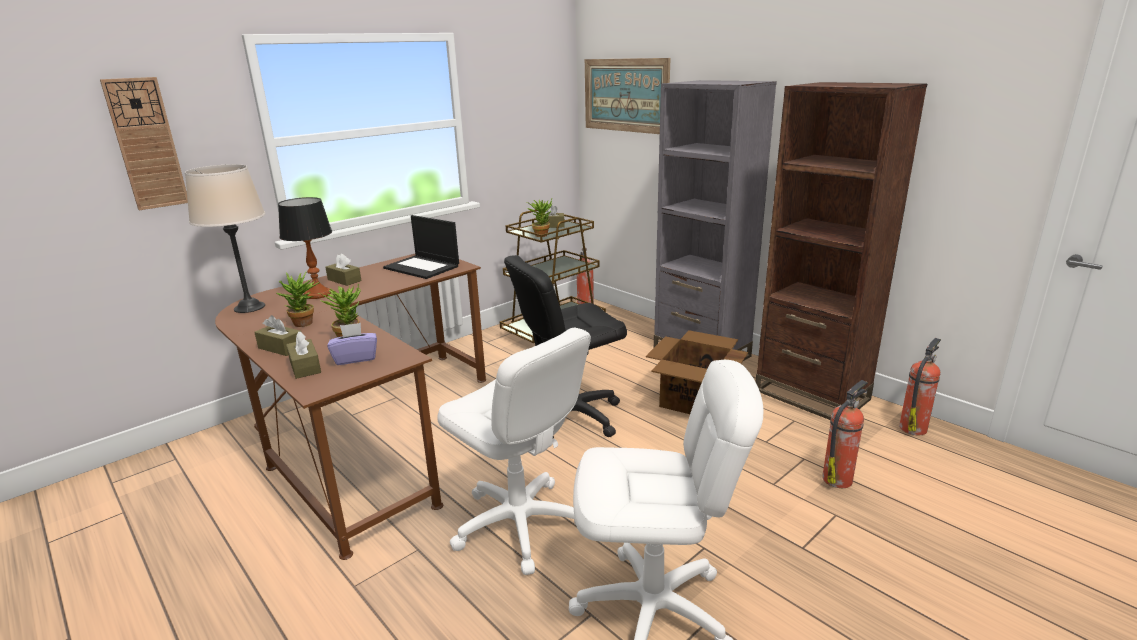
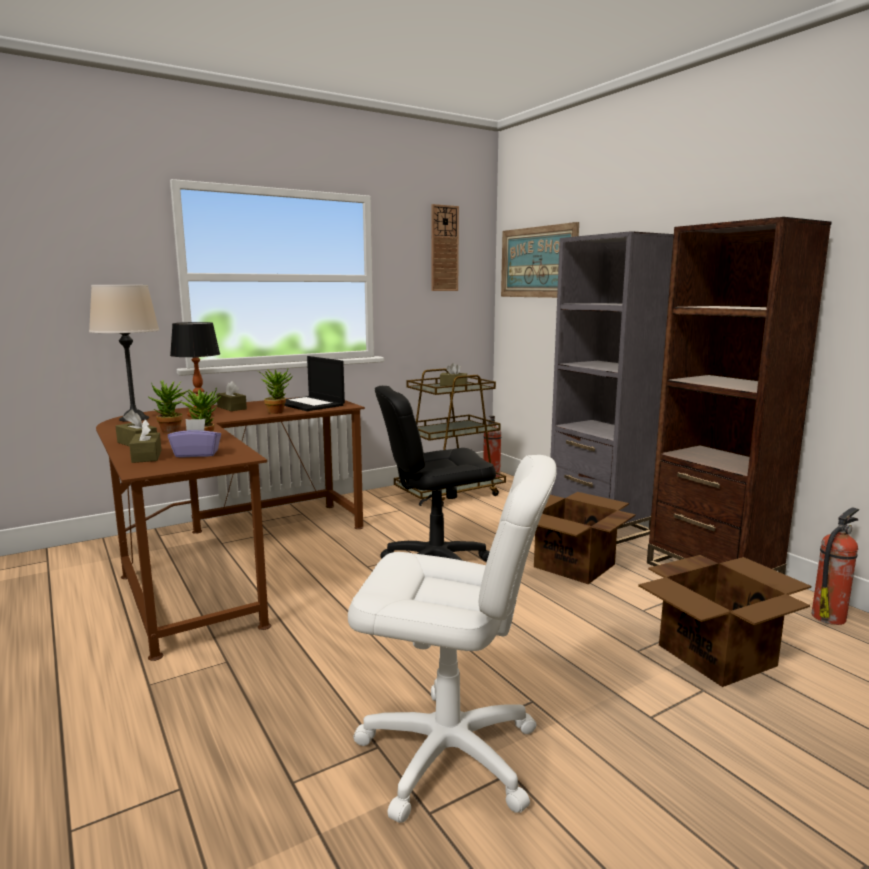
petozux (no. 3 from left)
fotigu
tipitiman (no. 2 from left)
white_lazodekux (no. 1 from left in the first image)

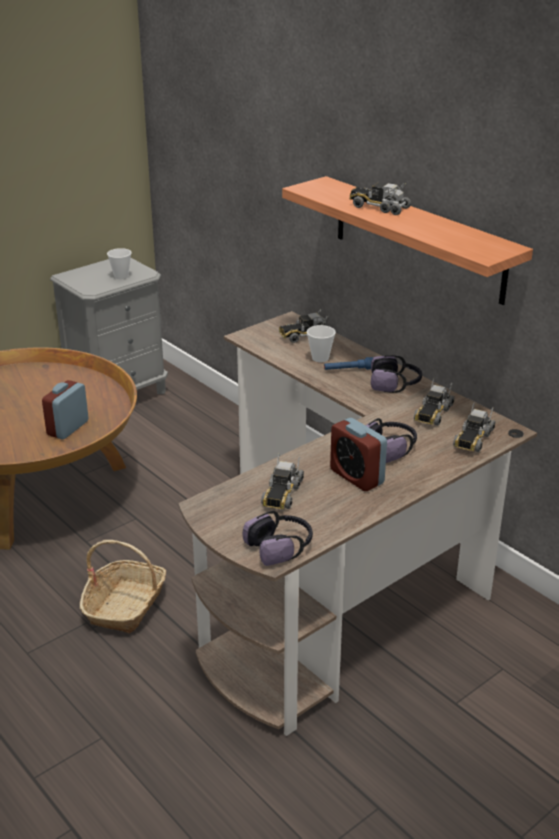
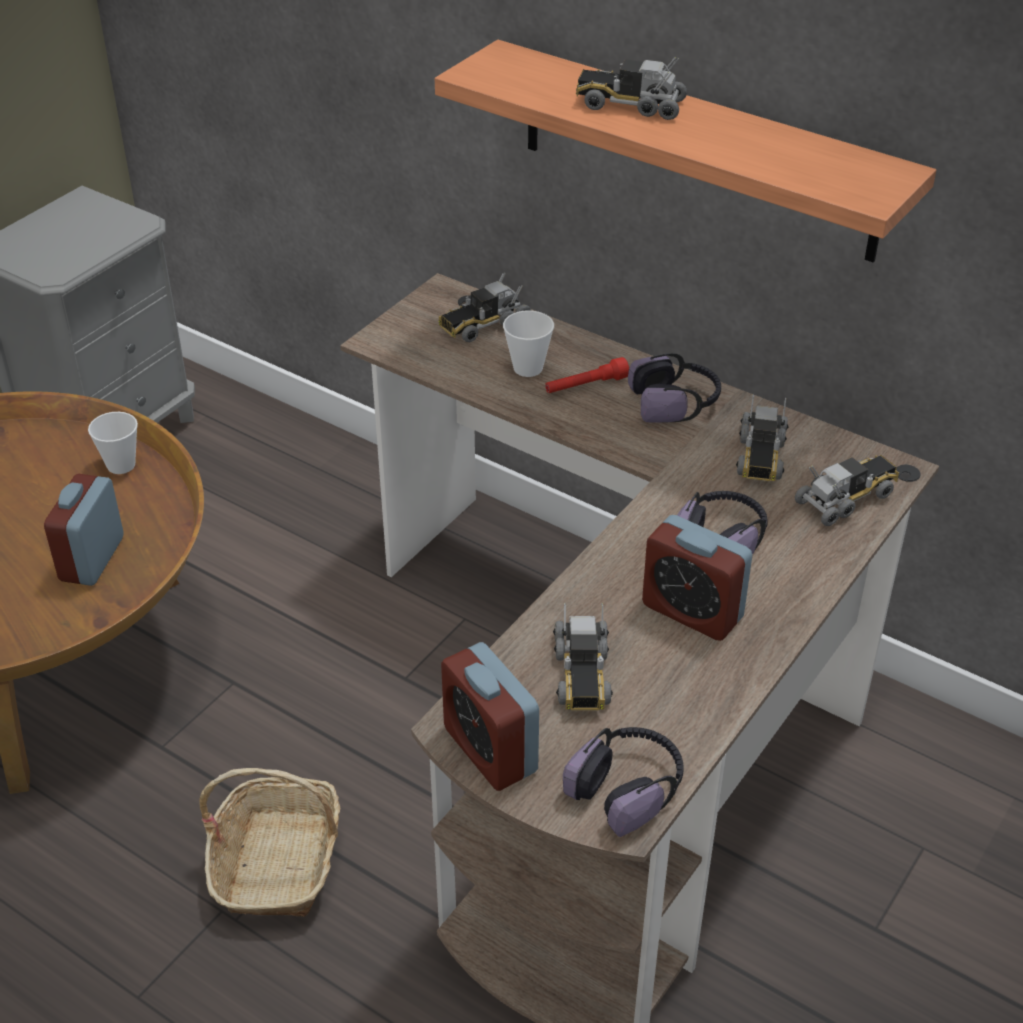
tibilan (no. 1 from left)
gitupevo (no. 2 from left)
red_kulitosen
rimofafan (no. 5 from left)

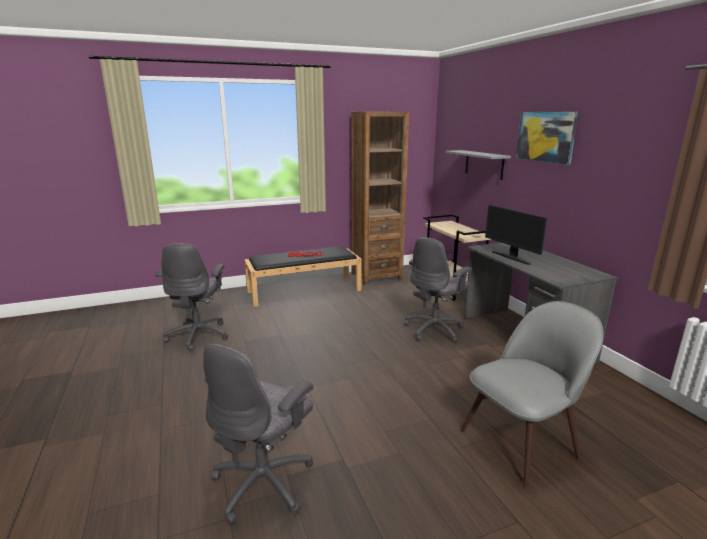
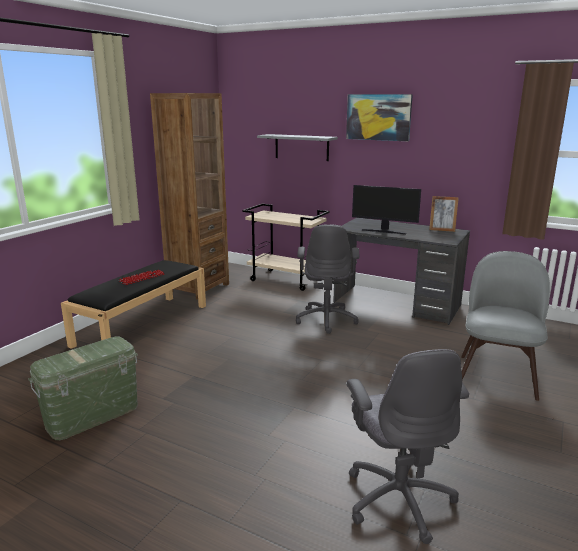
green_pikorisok
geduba

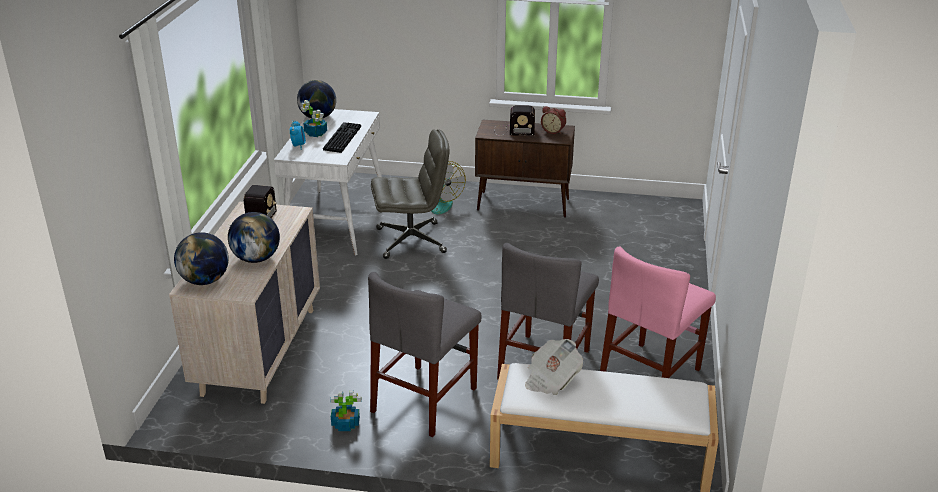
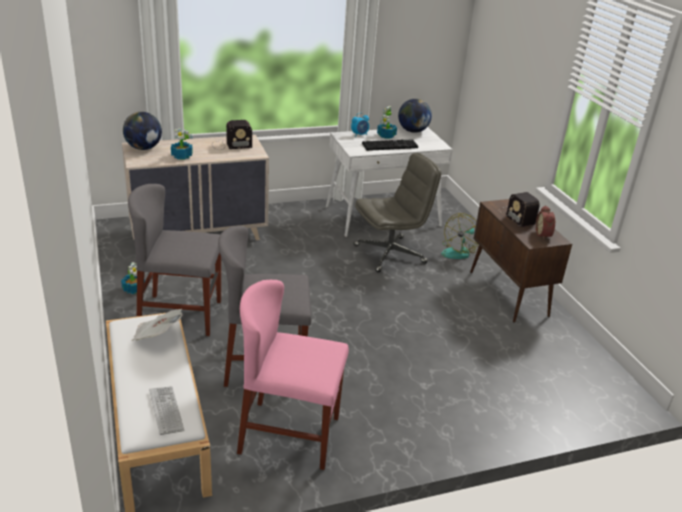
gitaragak (no. 1 from left)
petozux (no. 2 from left)
grey_lazodekux

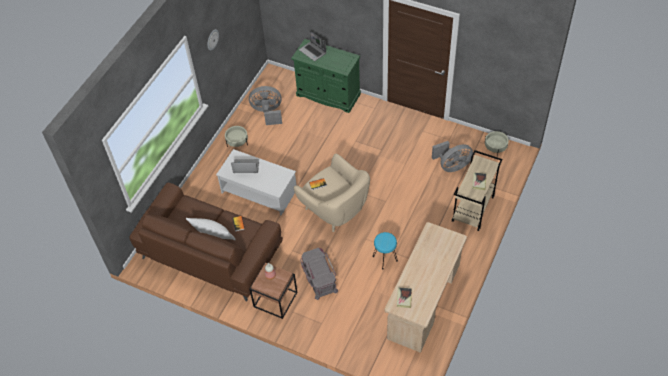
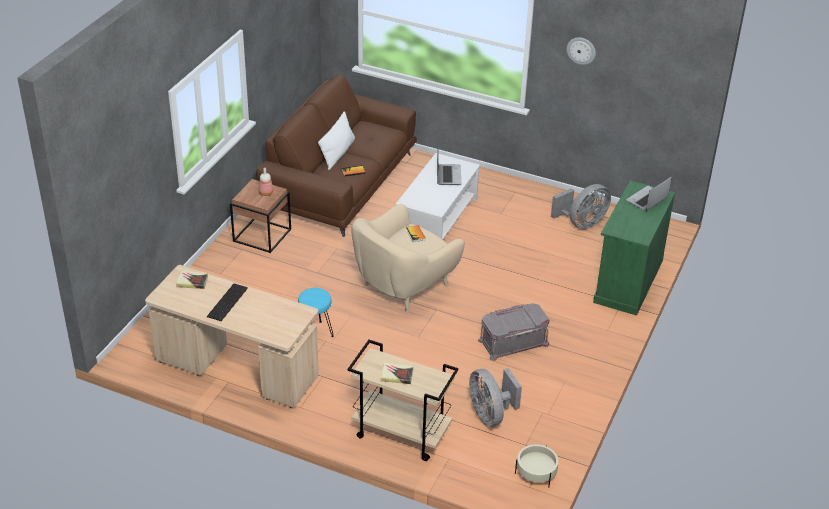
gitaragak
grey_pikorisok
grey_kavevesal (no. 2 from left)
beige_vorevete (no. 1 from left in the first image)

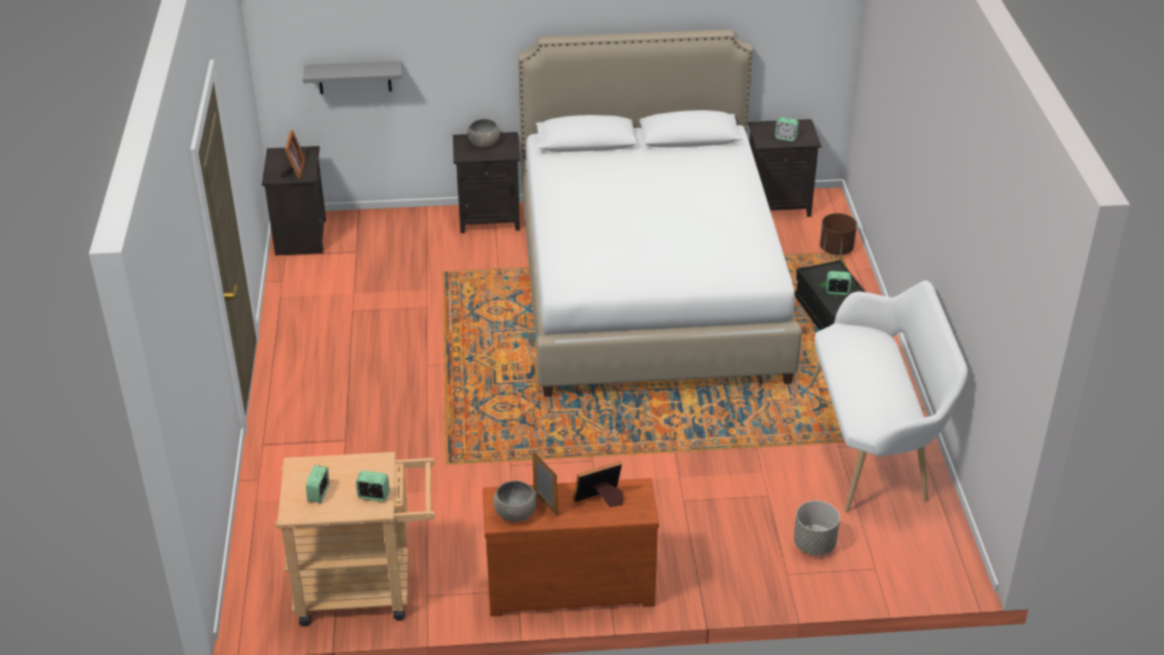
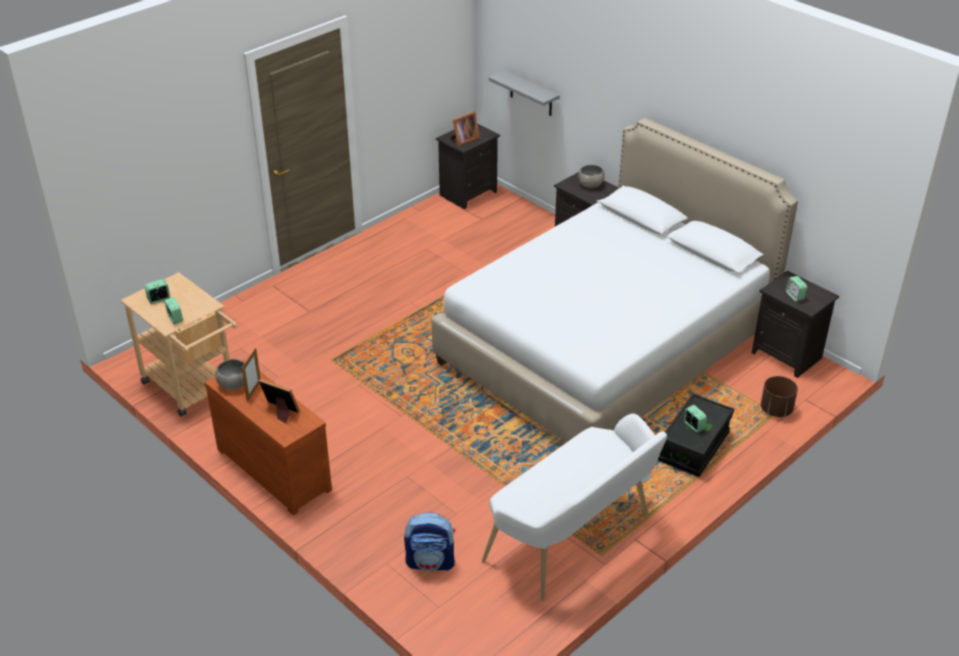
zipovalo

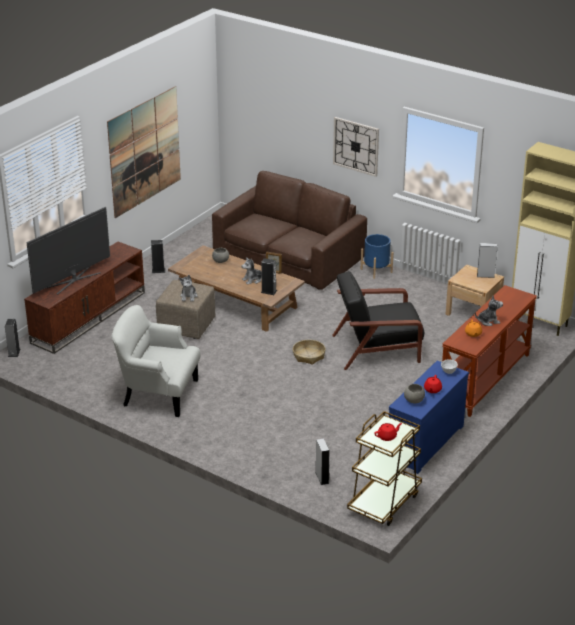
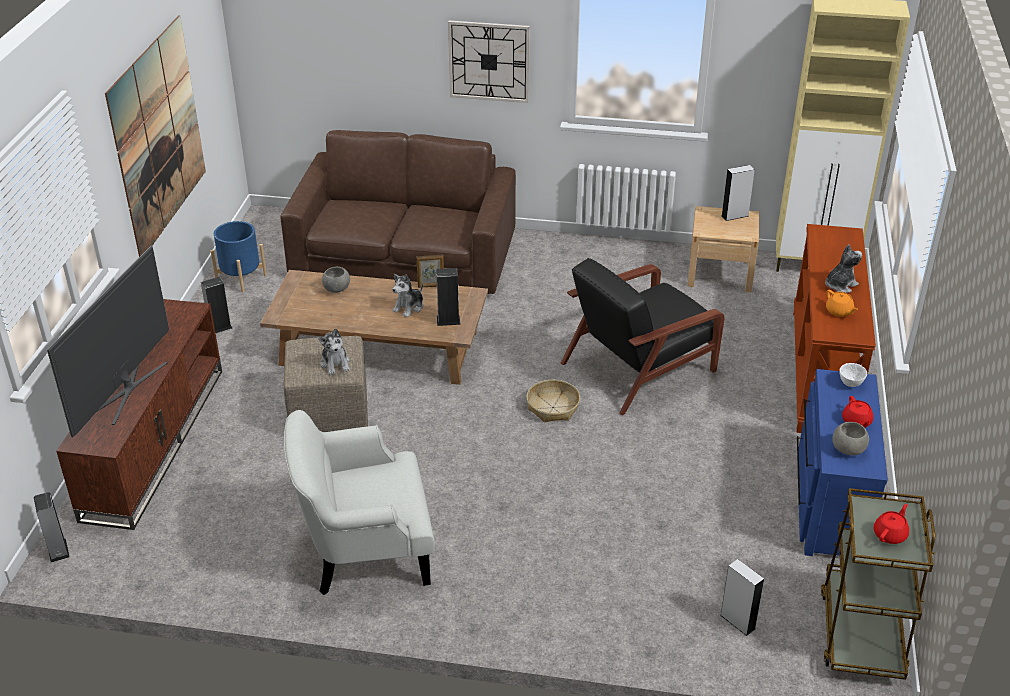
blue_vorevete

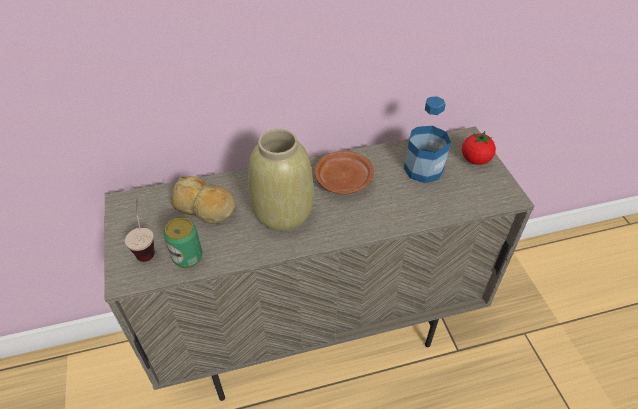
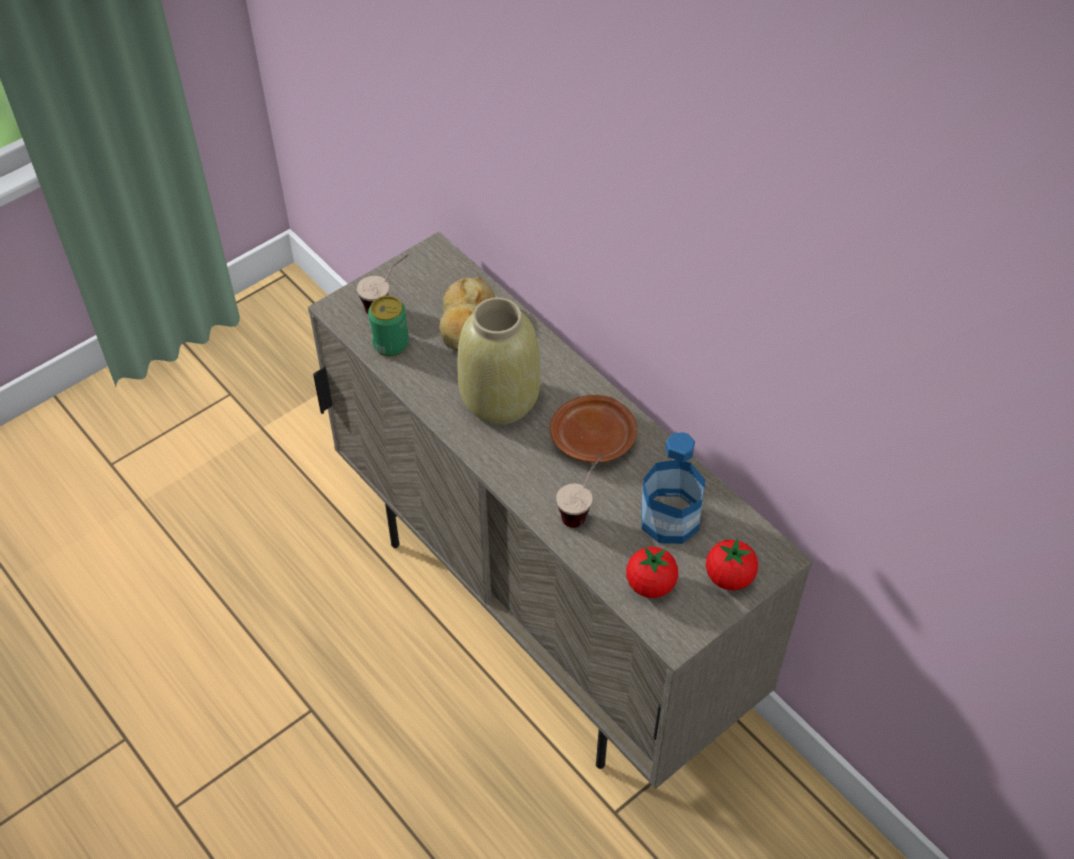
tibilan (no. 2 from left)
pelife (no. 1 from left)

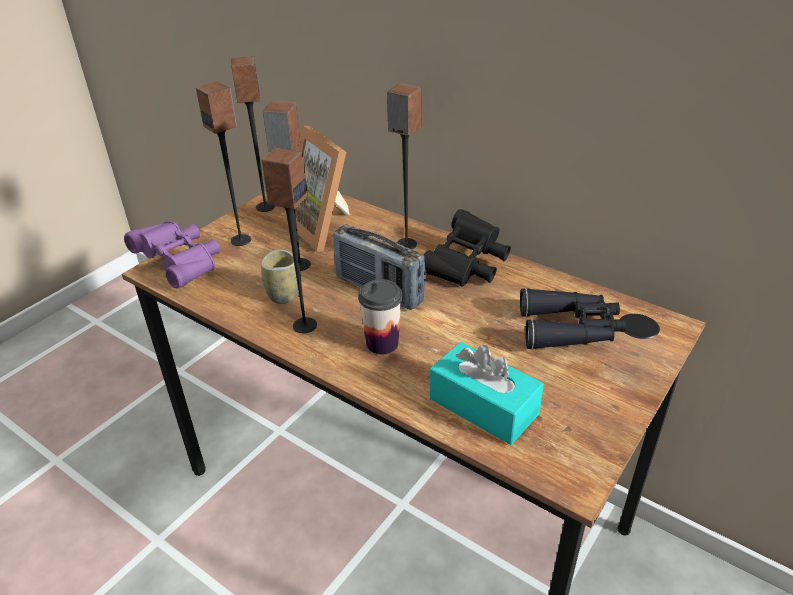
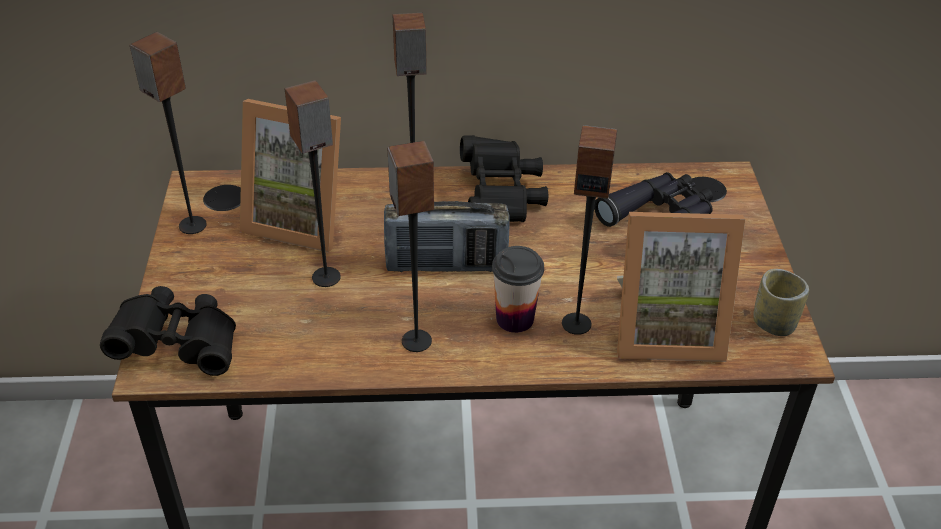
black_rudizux (no. 1 from left)
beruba (no. 5 from left)
geduba (no. 2 from left)
tibilan (no. 2 from left)

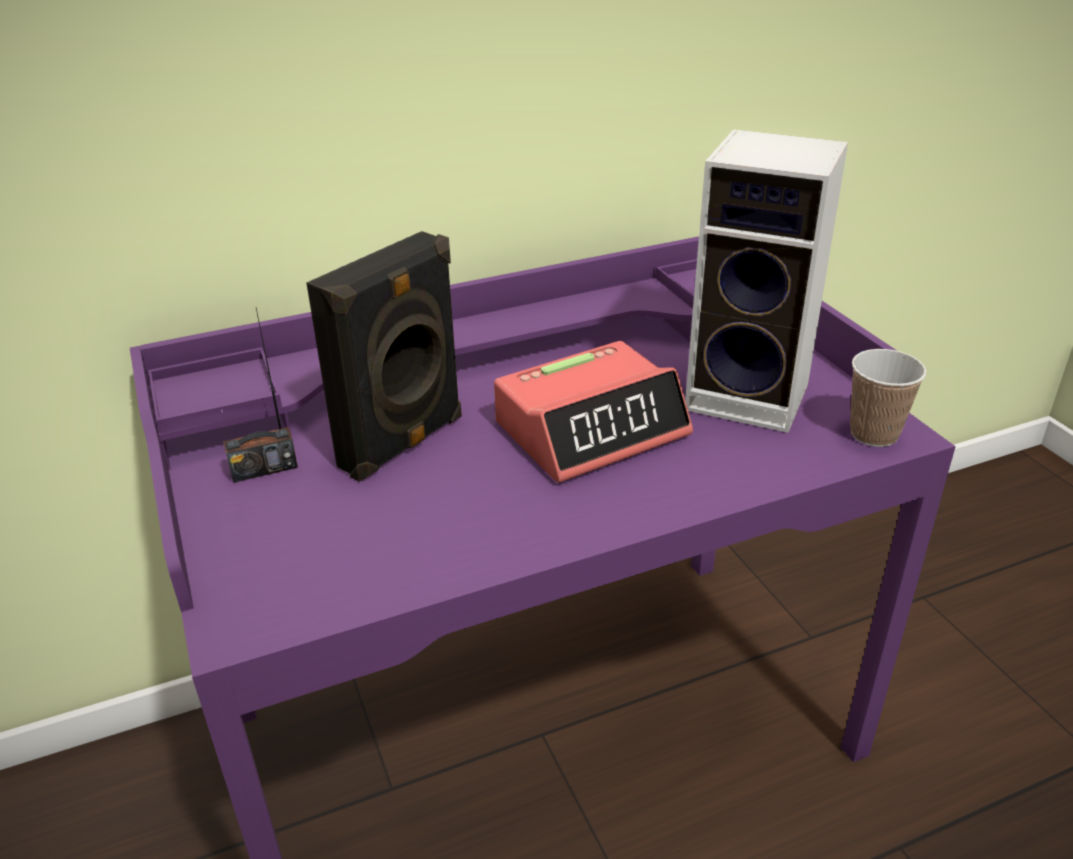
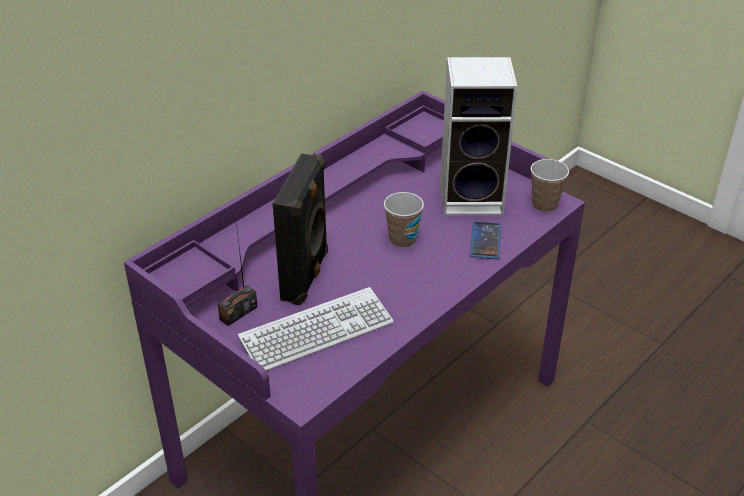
gitaragak
tibilan (no. 1 from left)
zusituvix

